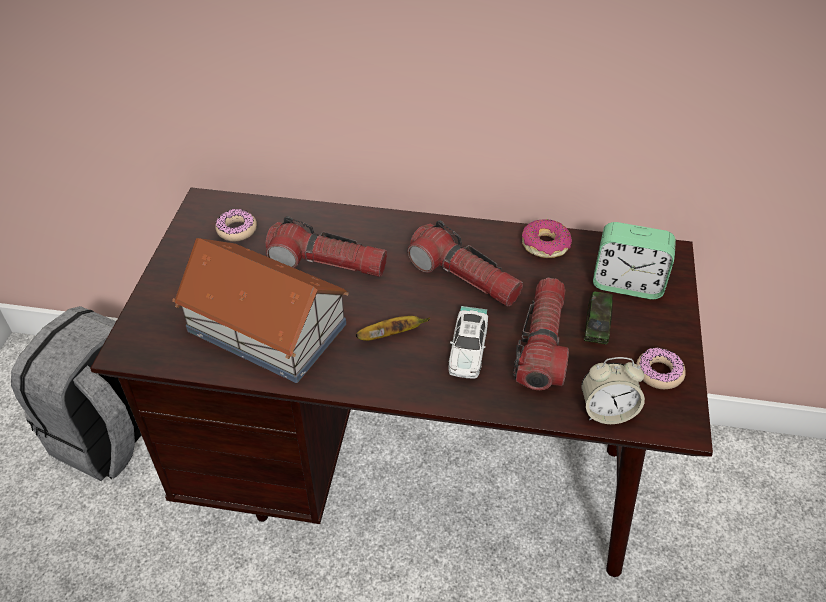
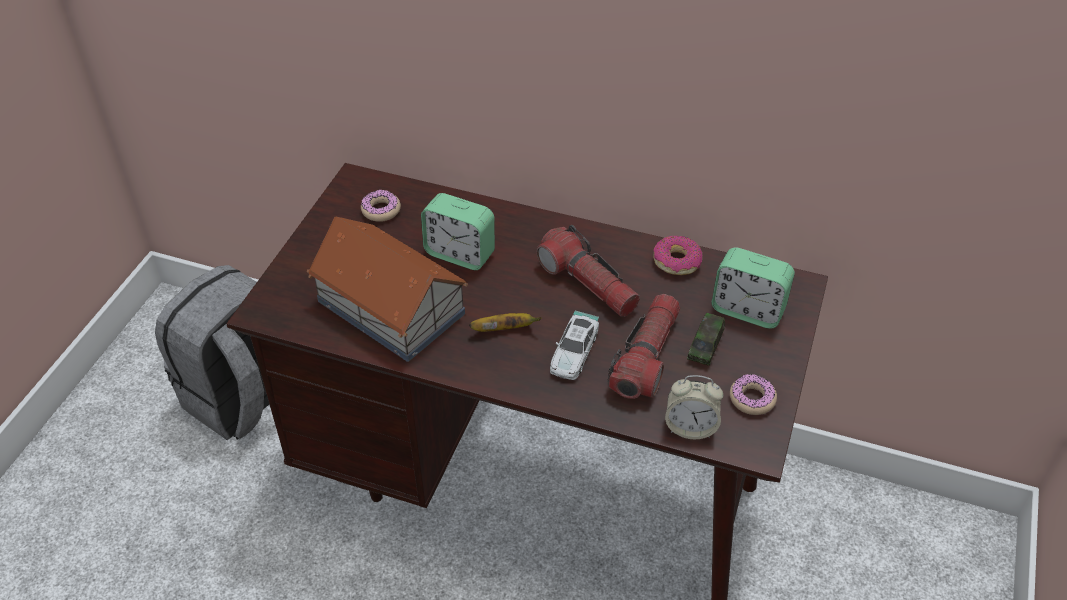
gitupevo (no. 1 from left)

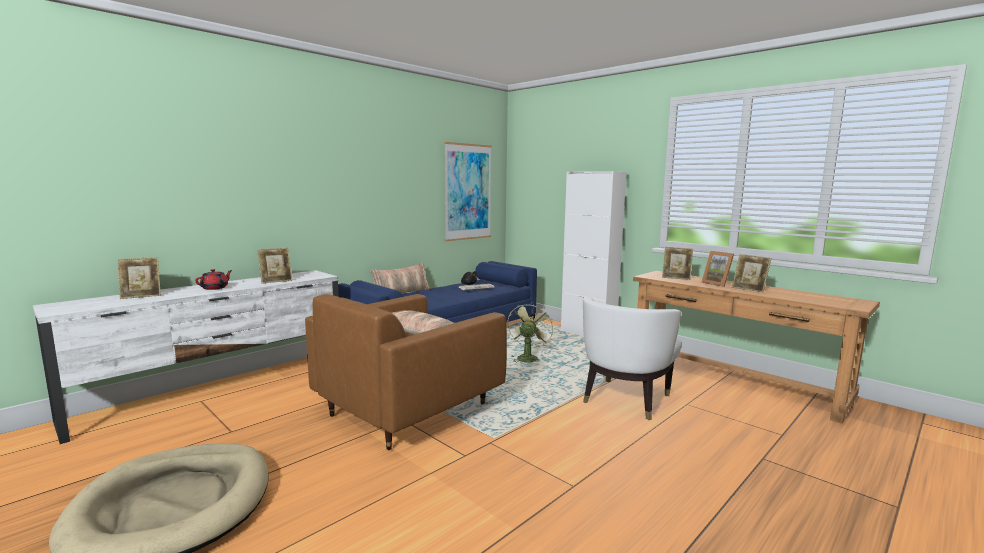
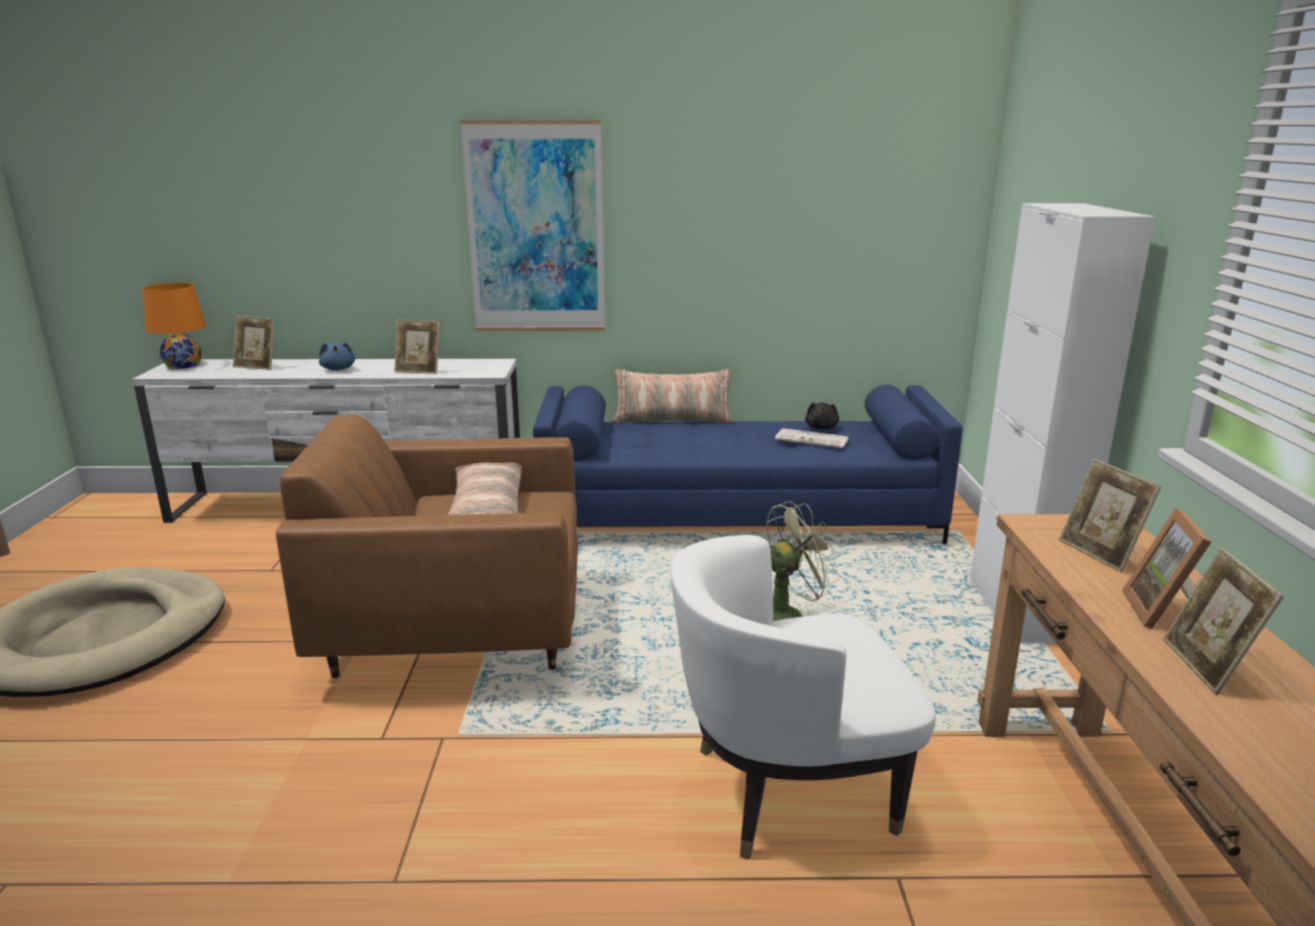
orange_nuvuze
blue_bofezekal
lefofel

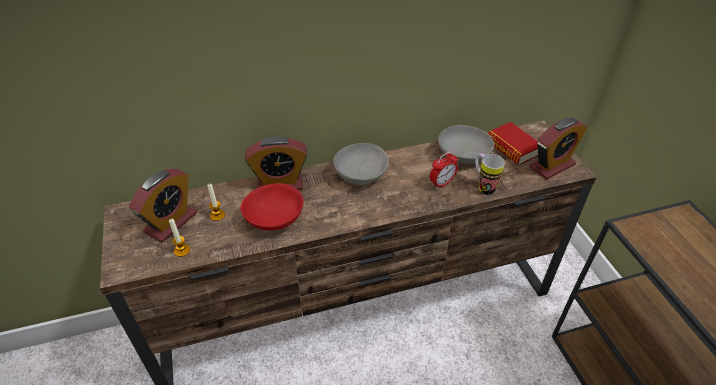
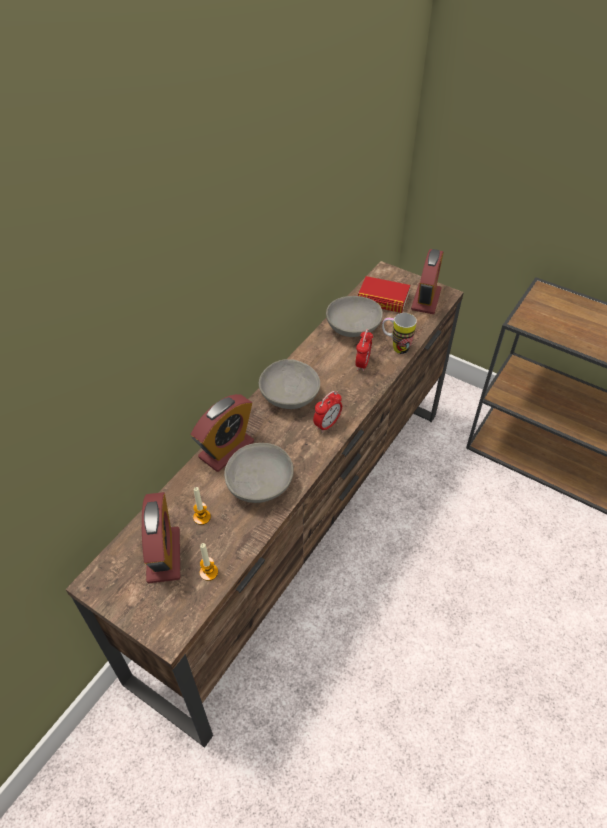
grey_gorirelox (no. 1 from left)
gitupevo (no. 3 from left)

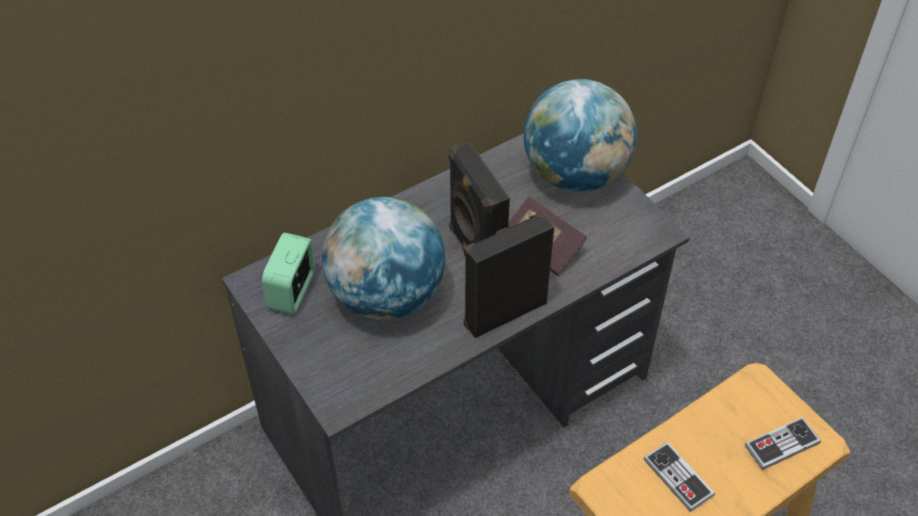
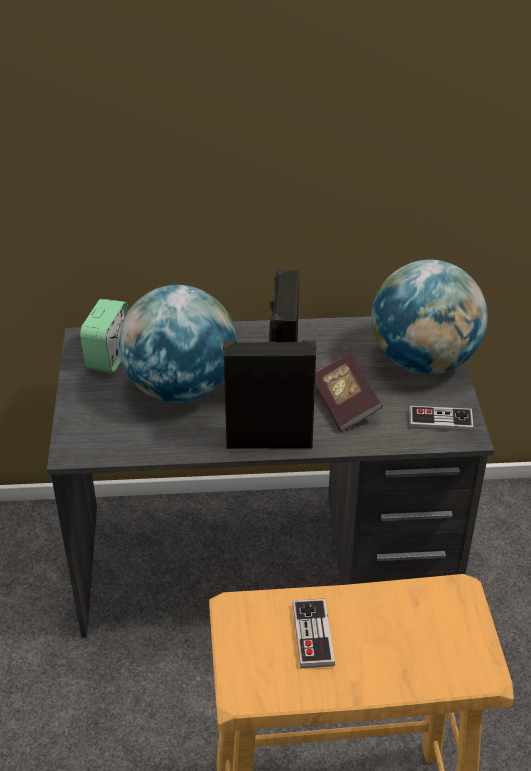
gitupevo
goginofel (no. 2 from left)

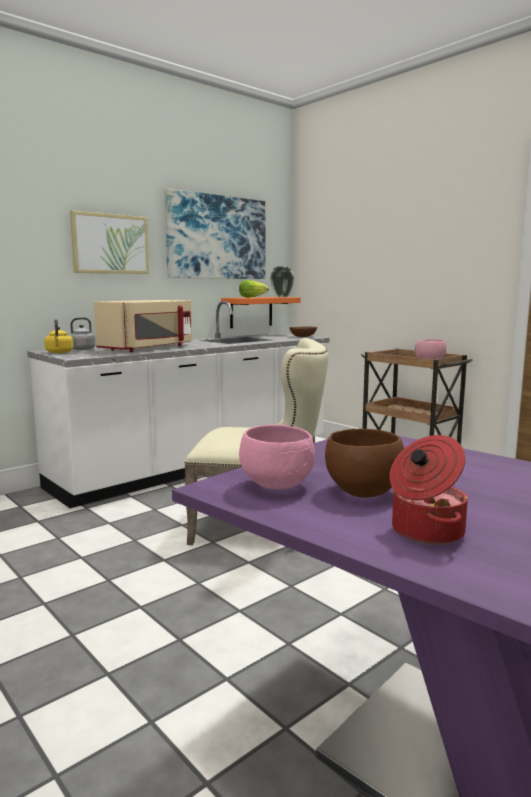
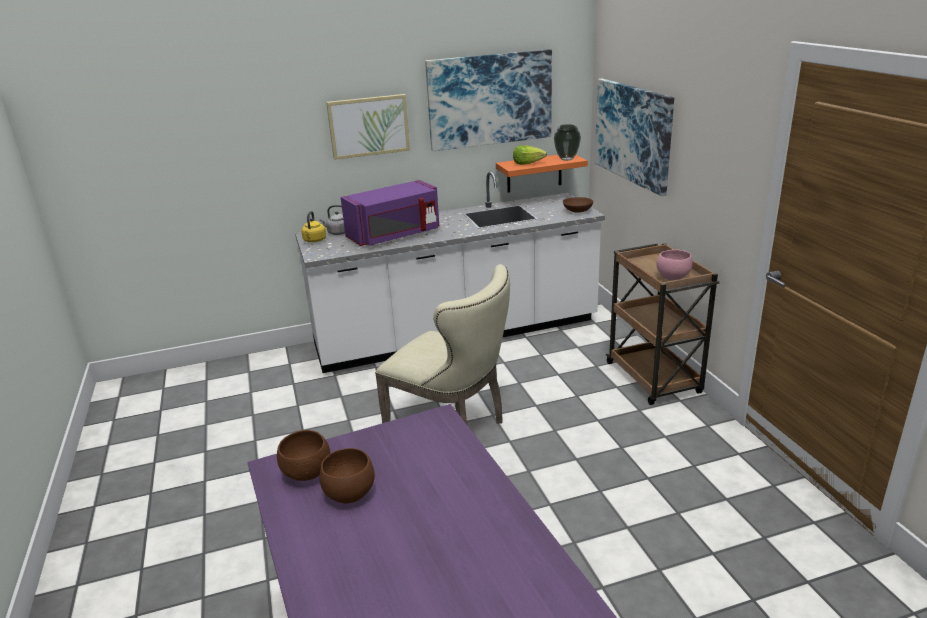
brown_gorirelox (no. 1 from left)
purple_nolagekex
lefofel (no. 3 from left)
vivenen

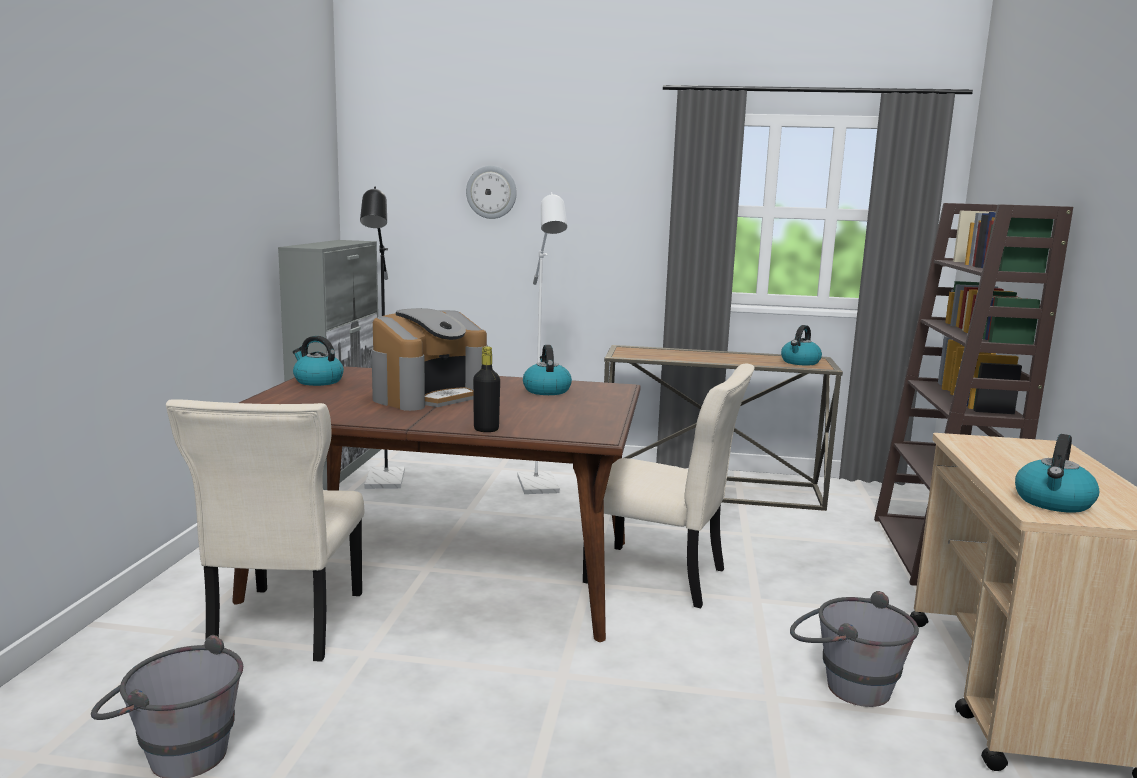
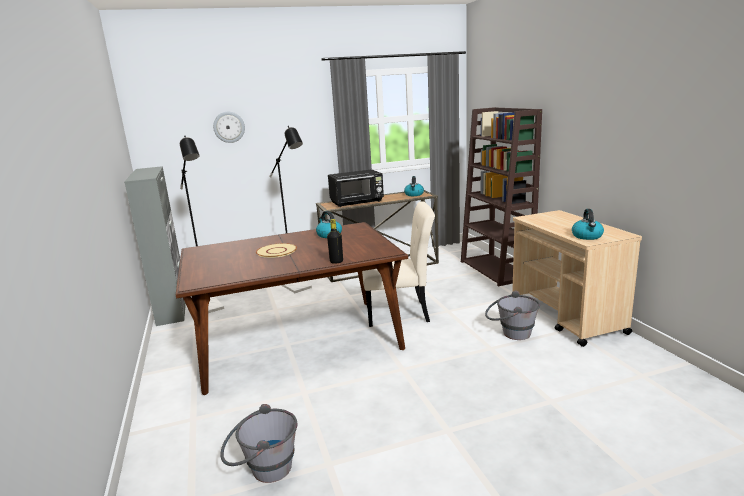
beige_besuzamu
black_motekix (no. 2 from left)
black_nolagekex
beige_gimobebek (no. 1 from left in the first image)
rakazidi (no. 1 from left in the first image)

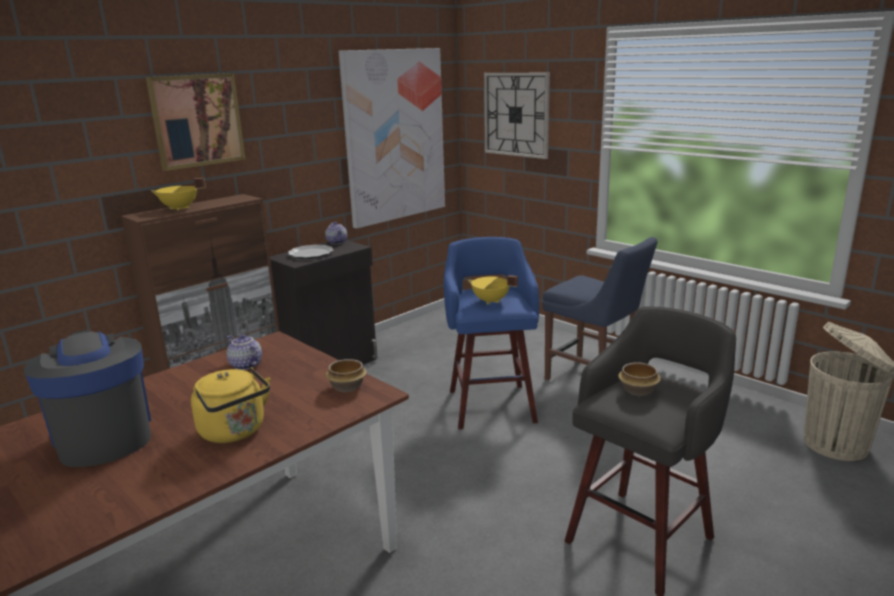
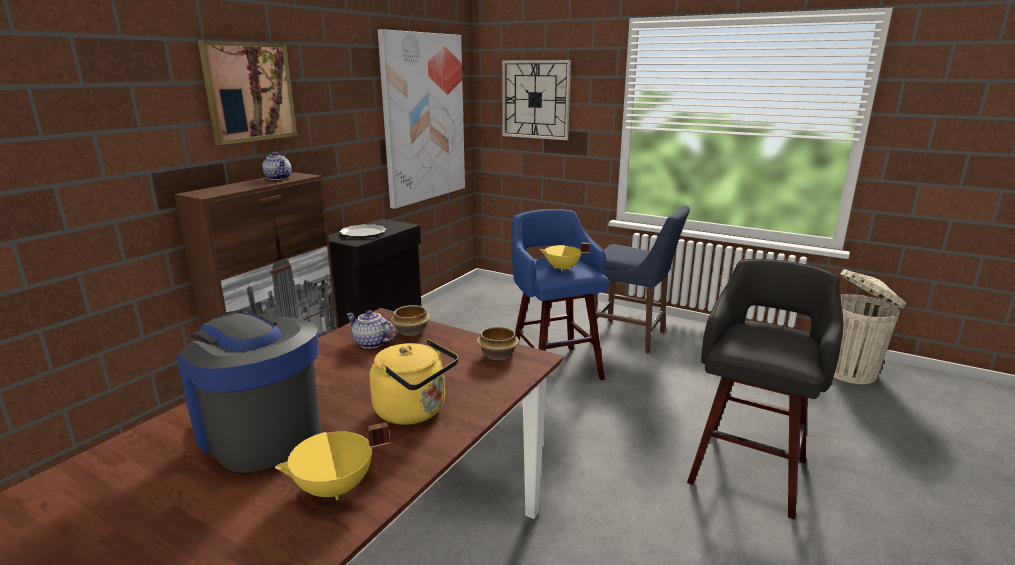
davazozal (no. 1 from left)
yellow_vivenen (no. 1 from left)
gorirelox (no. 1 from left)

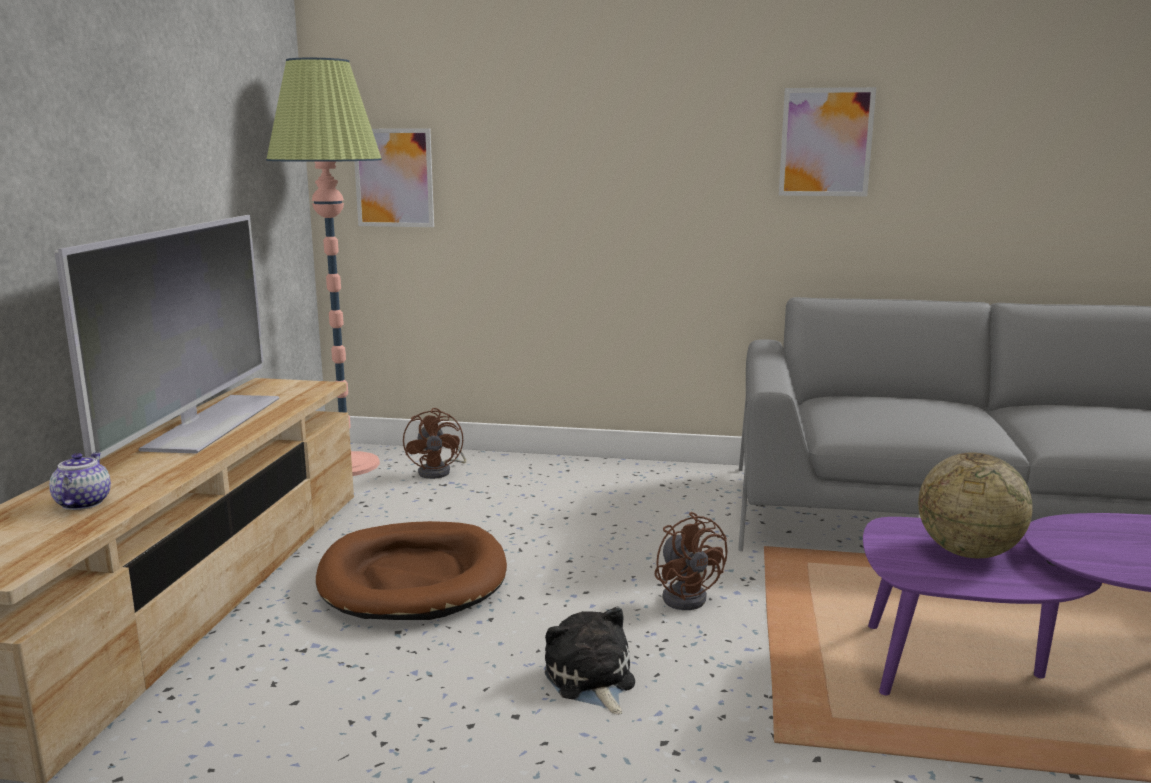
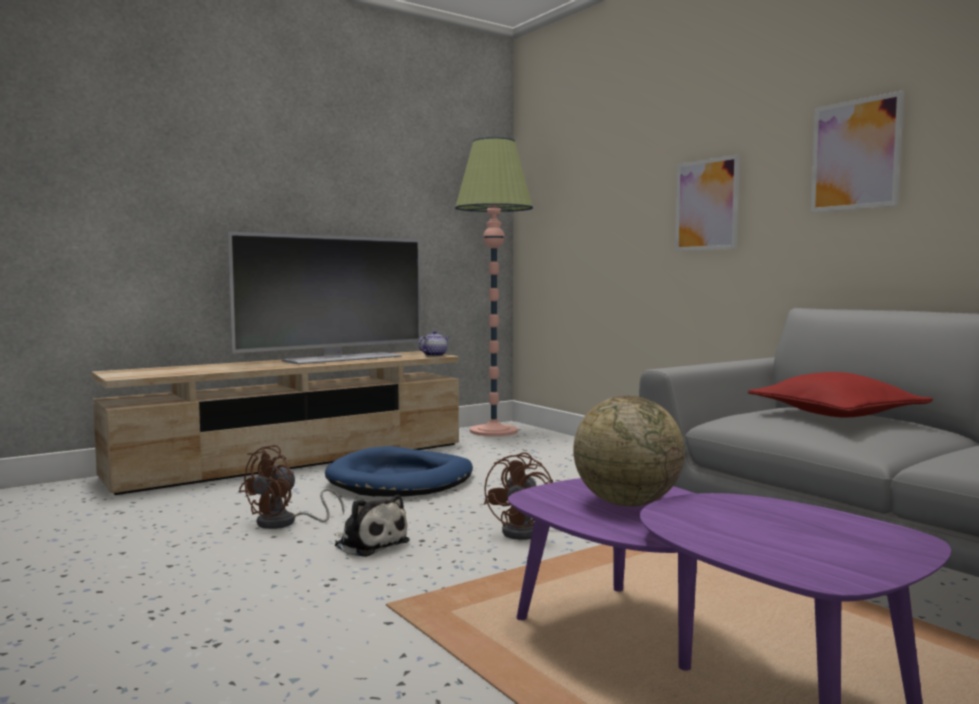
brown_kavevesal (no. 1 from left)
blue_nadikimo
bofezekal
davazozal
lefofel (no. 1 from left)
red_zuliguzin

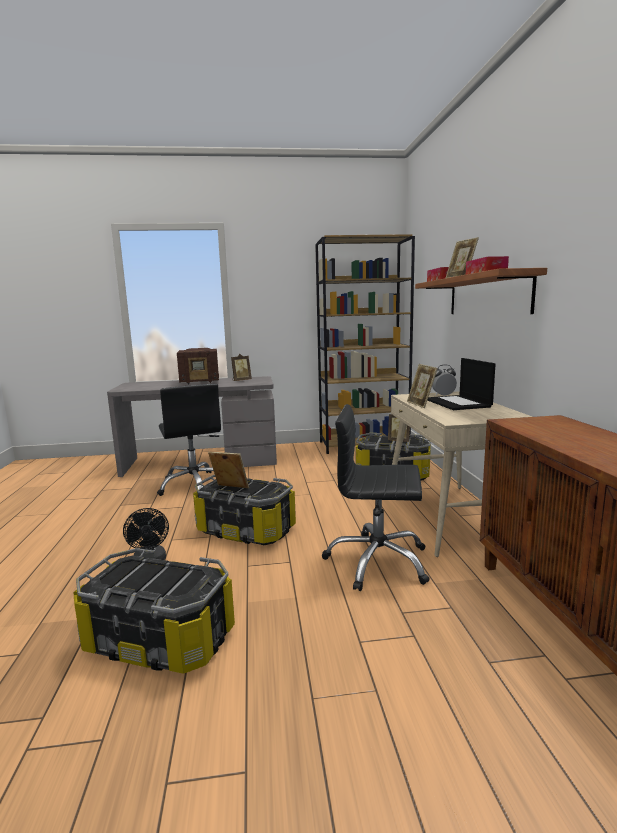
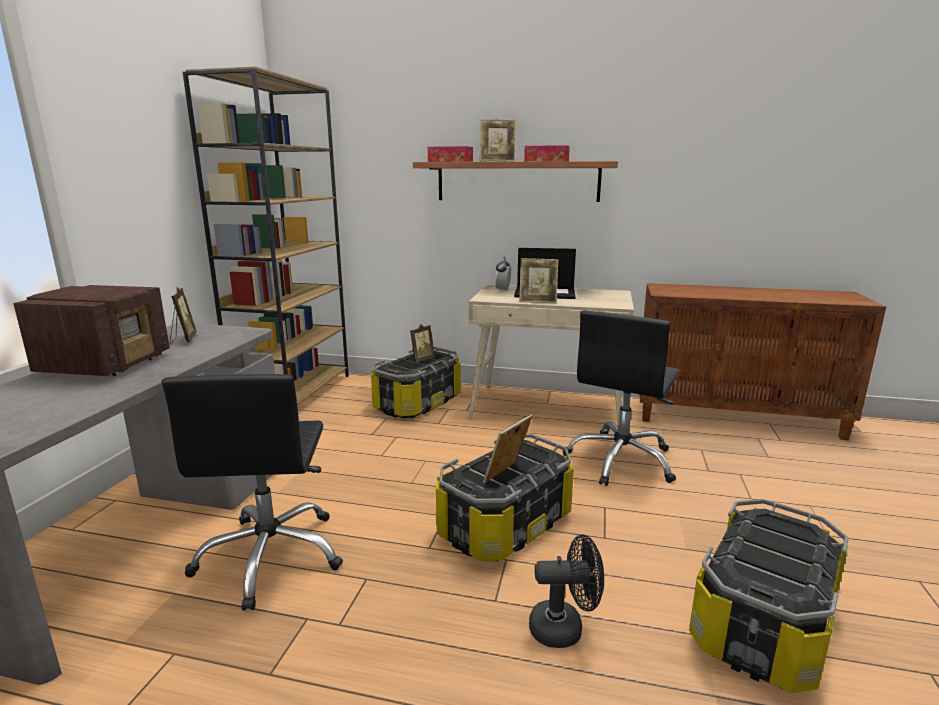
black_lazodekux (no. 1 from left)

